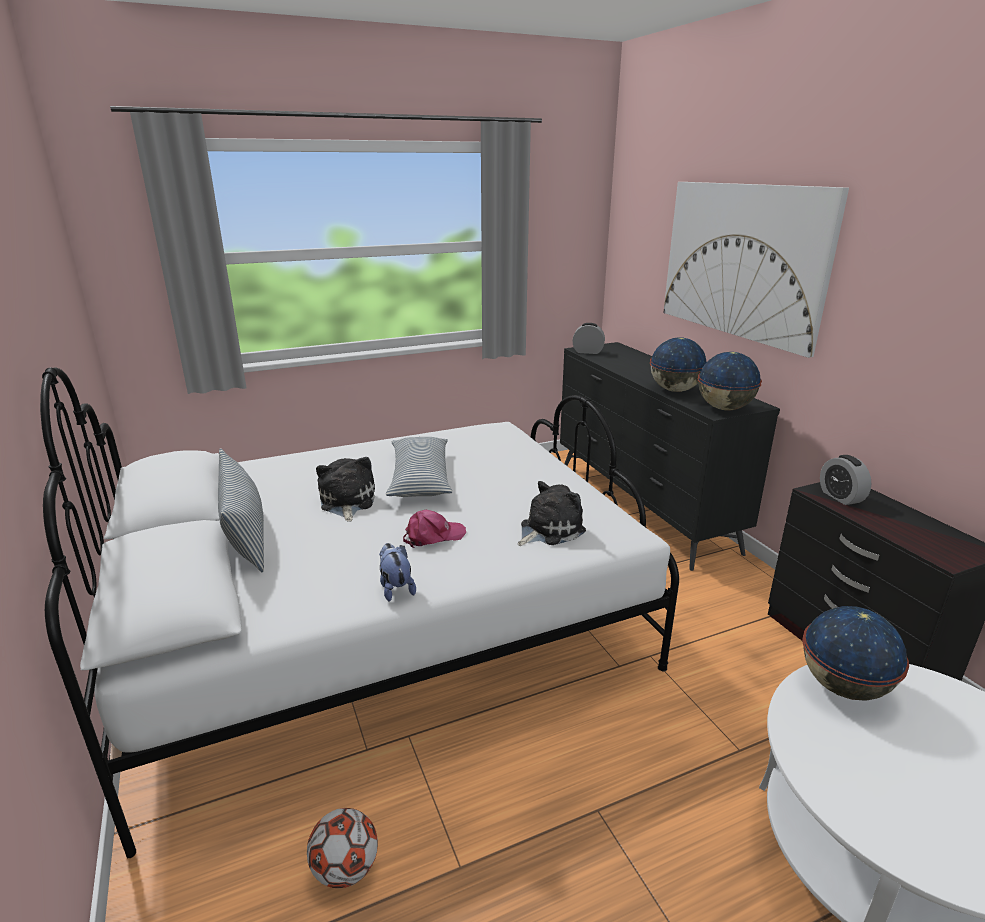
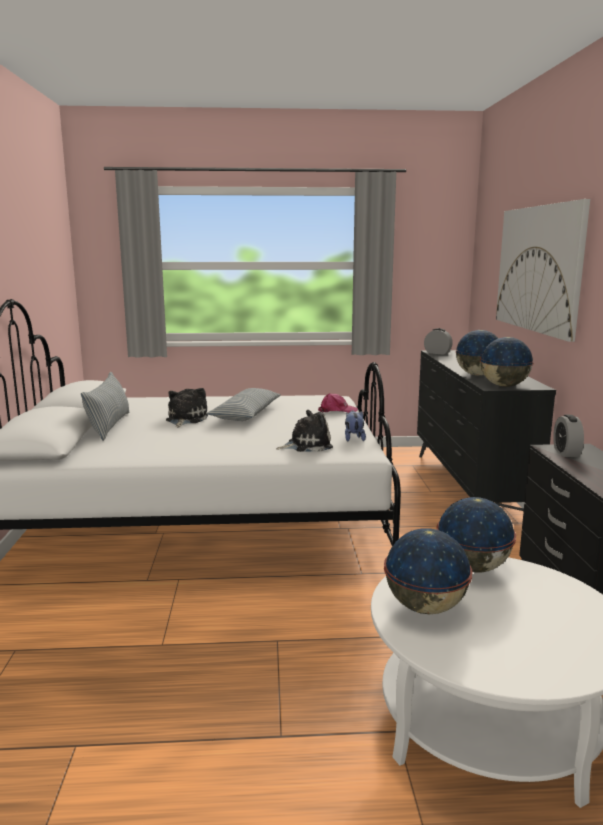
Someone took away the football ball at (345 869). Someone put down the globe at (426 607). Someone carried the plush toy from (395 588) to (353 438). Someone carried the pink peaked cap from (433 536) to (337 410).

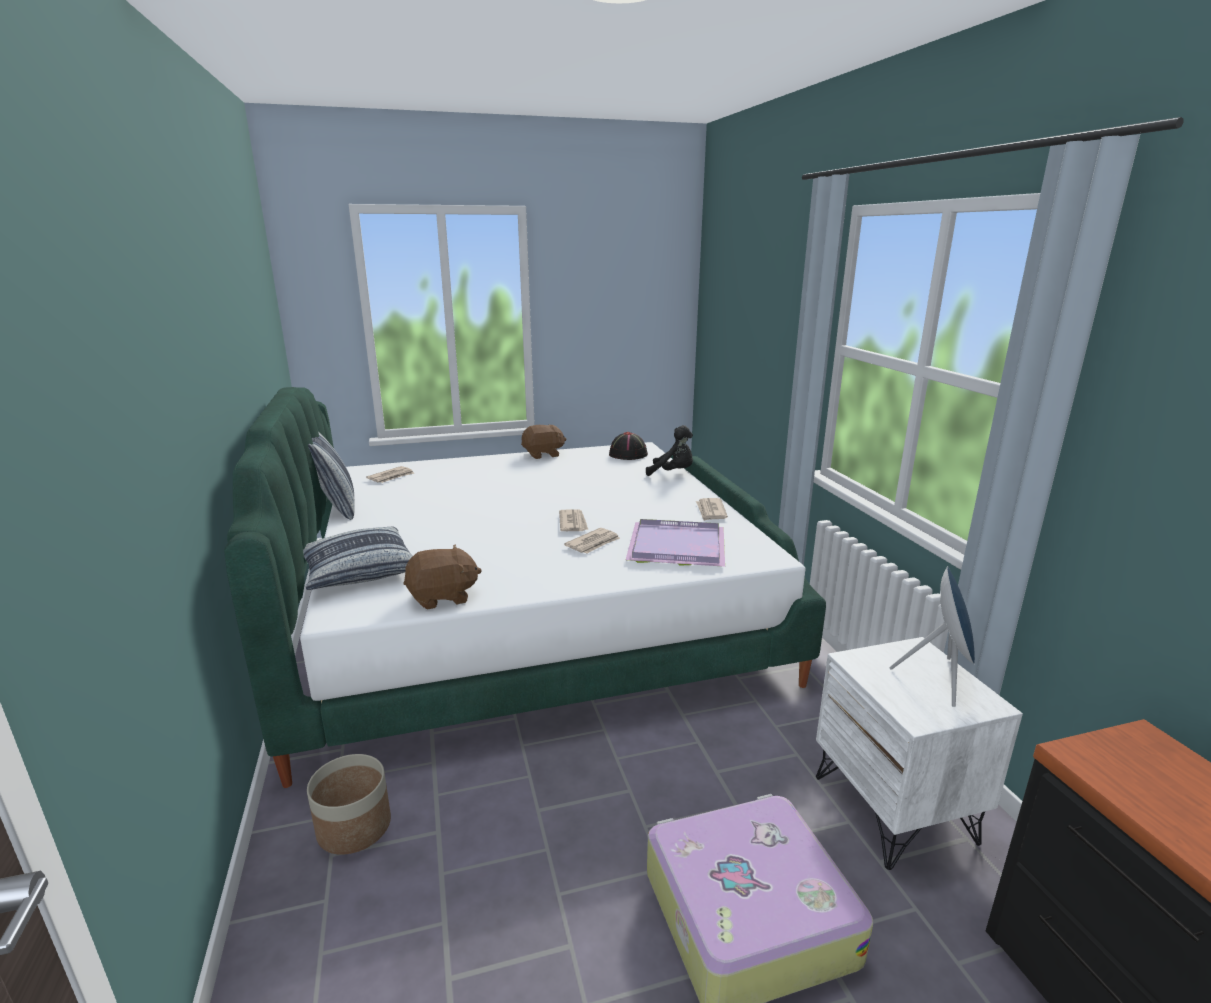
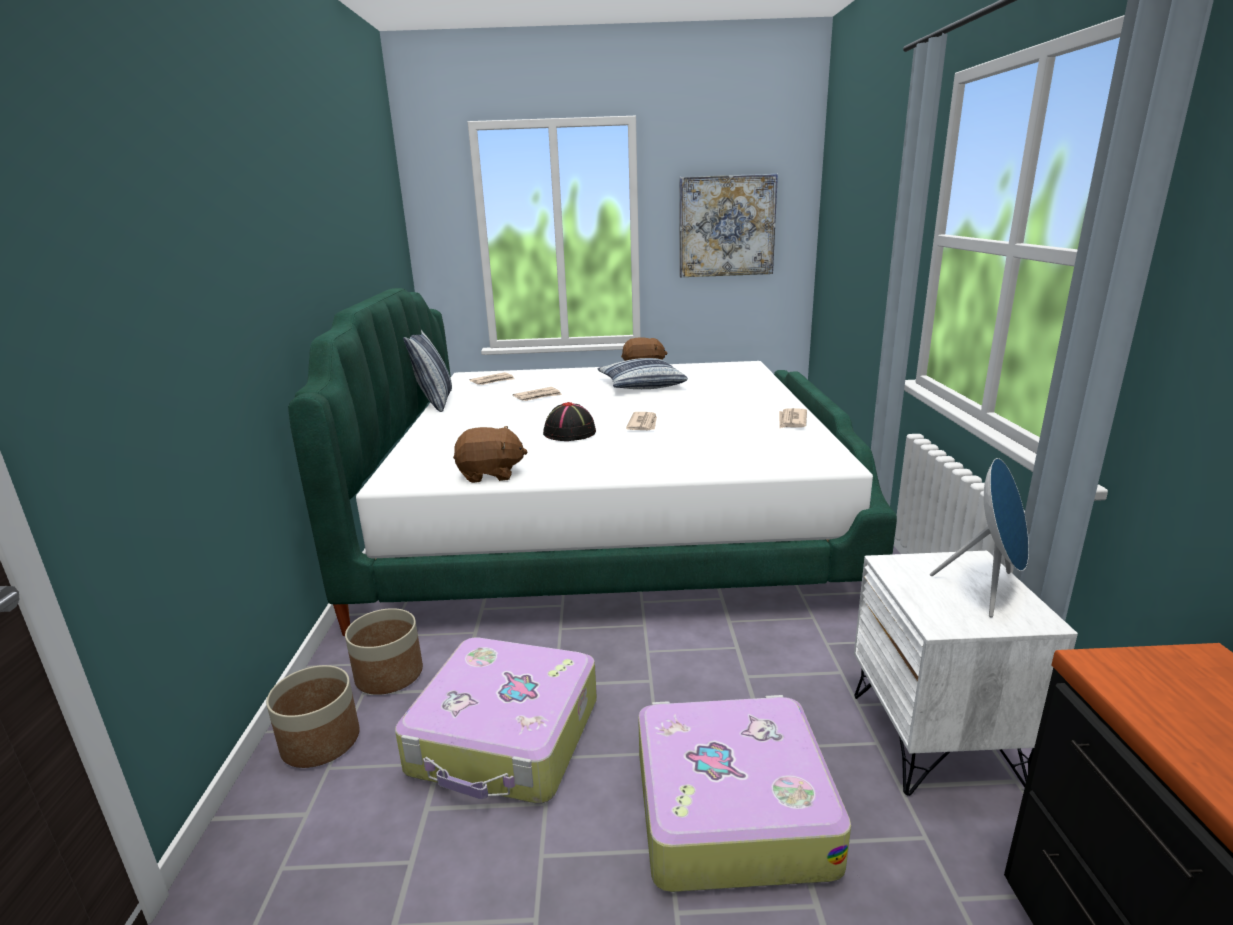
Someone took away the purple-coloured tray at (675 547). Someone took away the black plush toy at (672 473). Someone put down the planter at (320 741). Someone put down the piece of luggage at (506 737). Someone put up the wall picture at (726 226). Someone carried the cushion from (358 570) to (641 384). Someone carried the newspaper from (593 543) to (538 396). Someone carried the black wearable hat from (628 454) to (570 433).

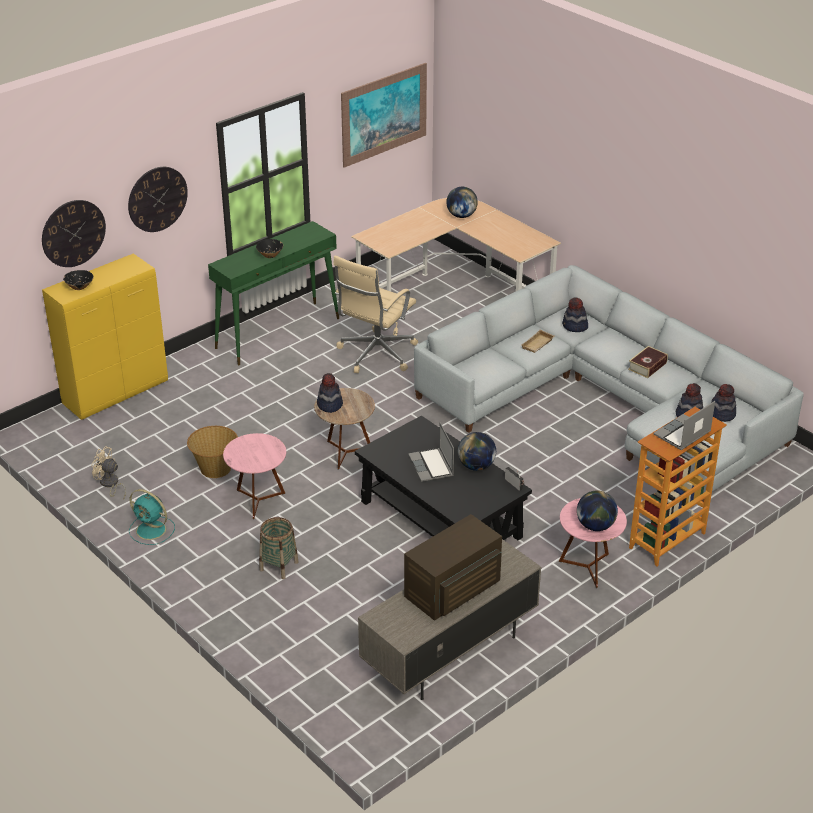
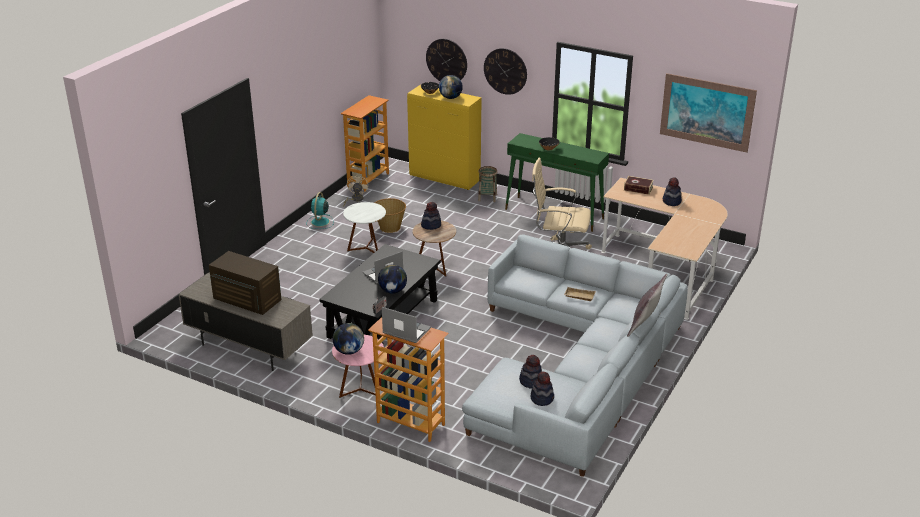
Someone put down the shelving unit at (368 180). Someone put down the greyish cushion at (645 325). Someone carried the storage basket from (279 566) to (487 197). Someone carried the globe from (461 216) to (450 97). Someone carried the wearable hat from (574 326) to (671 201). Someone carried the volume from (647 366) to (638 188). Someone repainted the pink side table at (258 500), which became the whitish side table at (366 248).

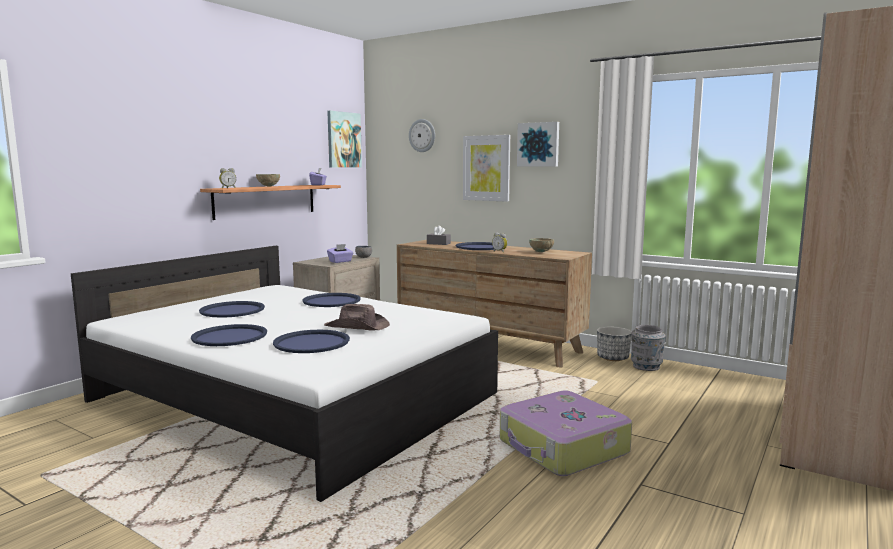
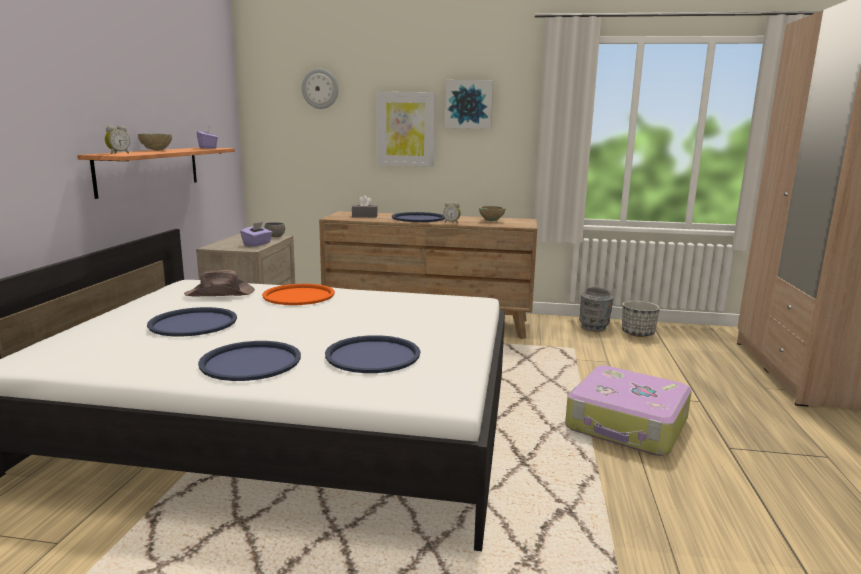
Someone took away the wall picture at (343 140). Someone carried the brown-coloured wearable hat from (357 327) to (220 294). Someone carried the planter from (612 358) to (637 333). Someone repainted the blue tray at (331 301), which became the orange-coloured tray at (298 295).

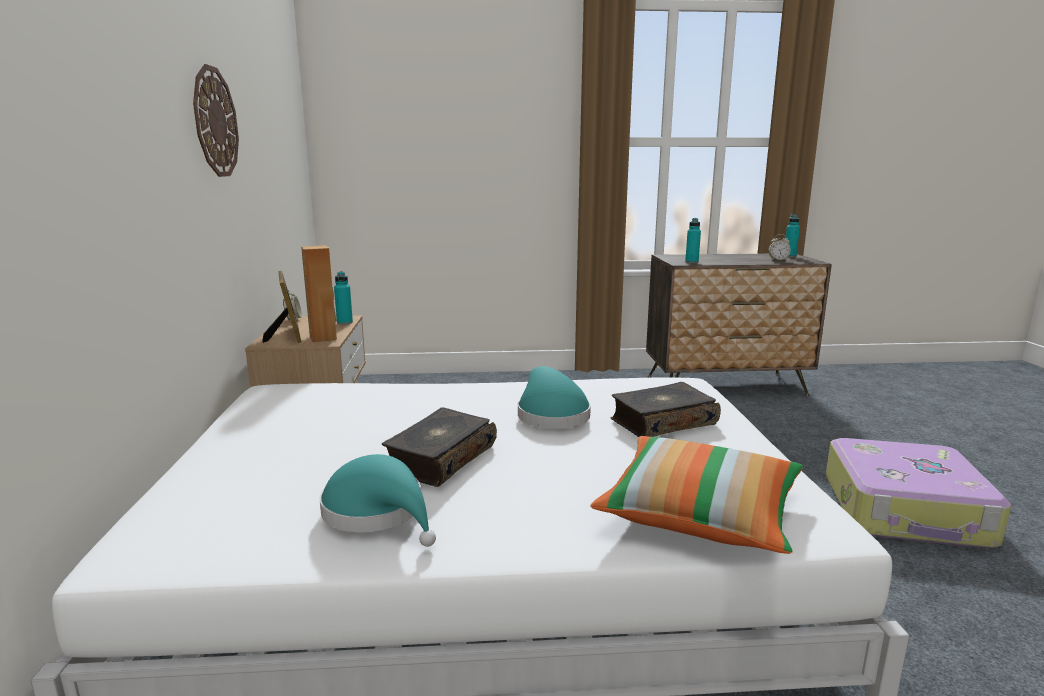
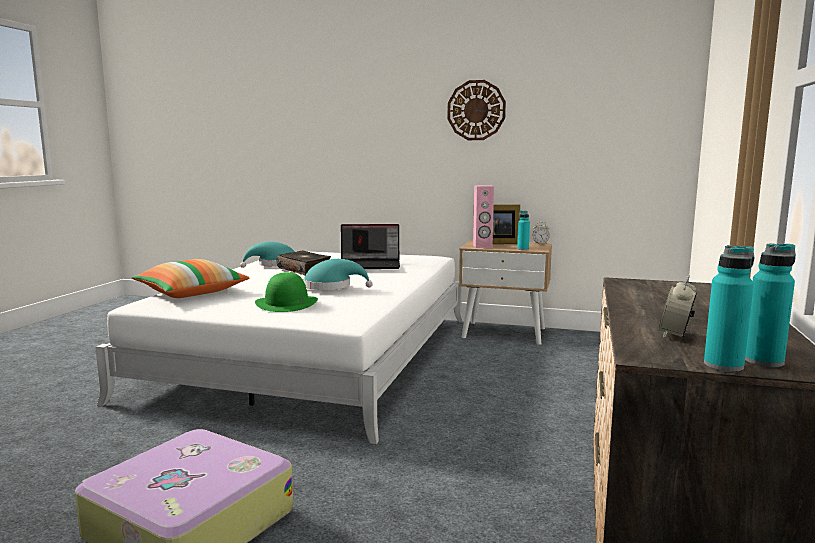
Someone put down the portable computer at (371 265). Someone carried the turquoise beverage bottle from (691 262) to (723 365). Someone swapped the volume at (662 422) for the green wearable hat at (287 303). Someone repainted the brown-coloured audio speaker at (323 337), which became the pink audio speaker at (482 246).

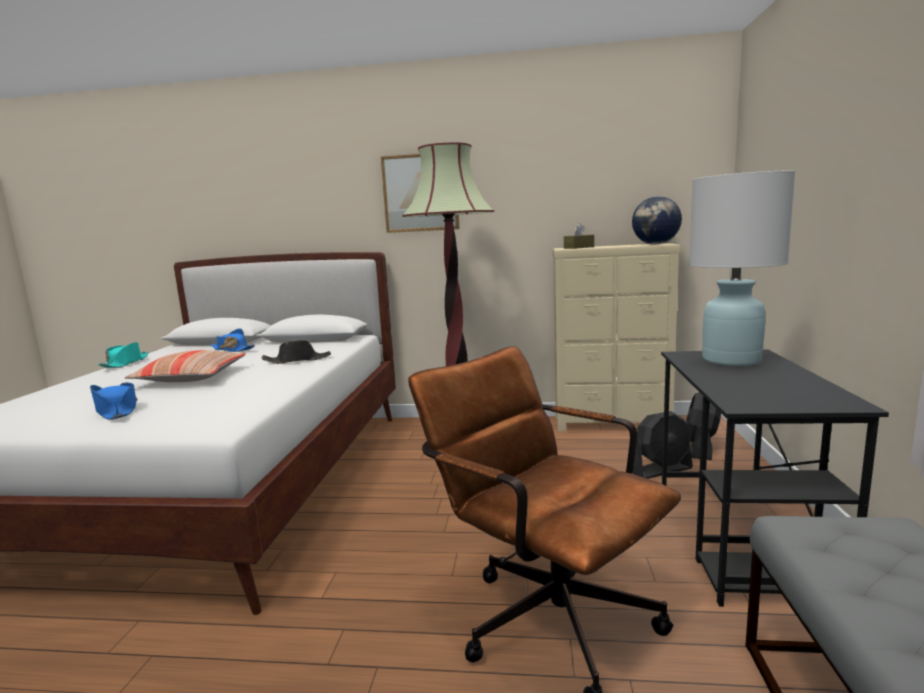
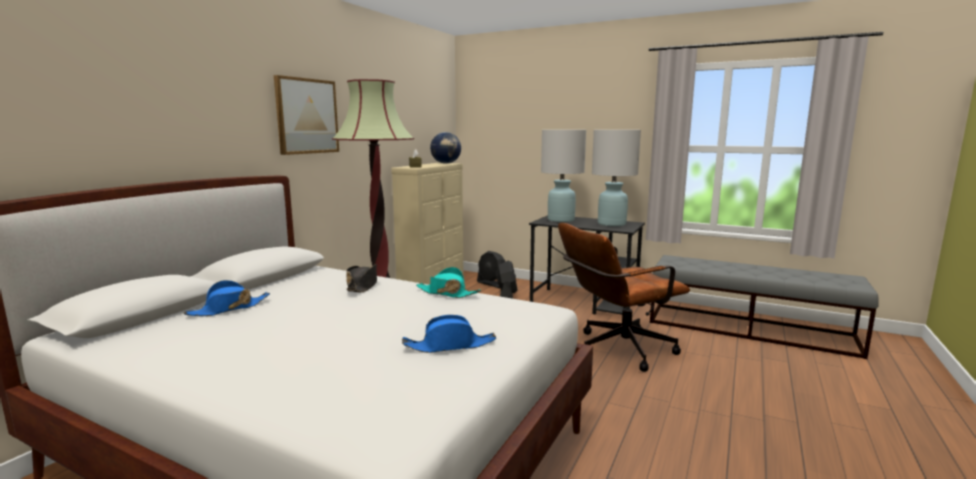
Someone took away the cushion at (191 377). Someone put down the whitish table lamp at (611 224). Someone carried the turquoise wearable hat from (125 363) to (447 293).

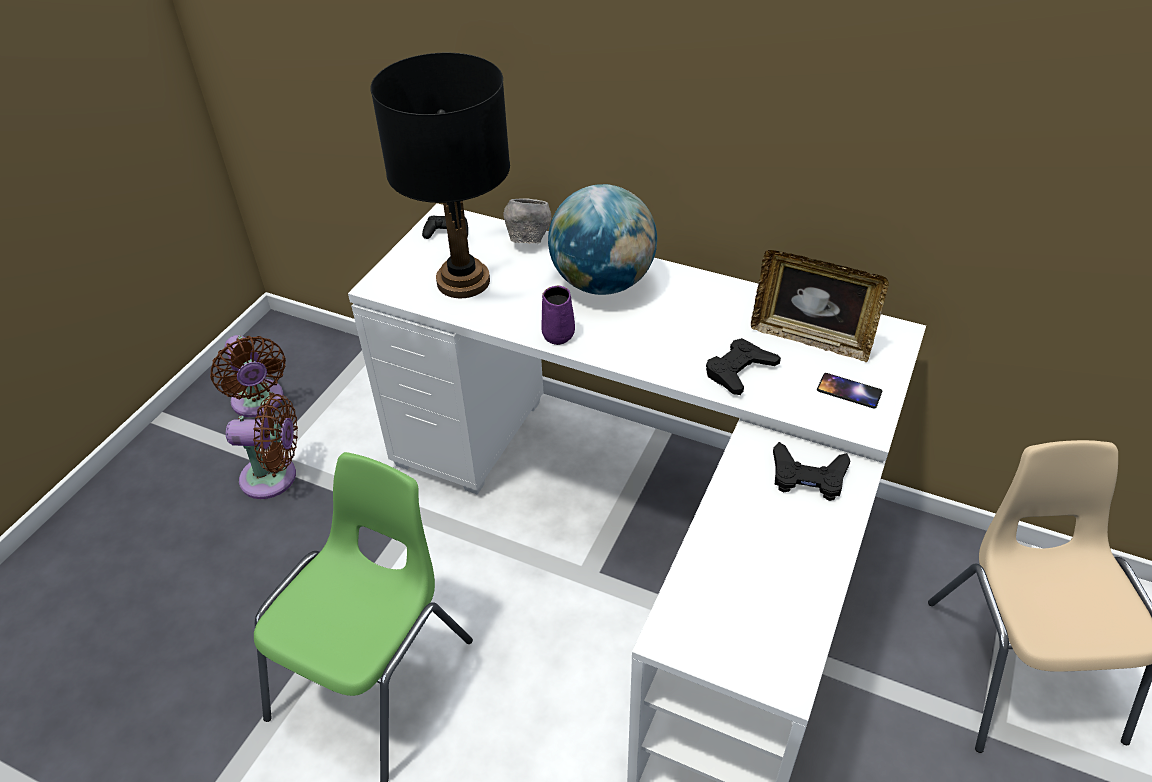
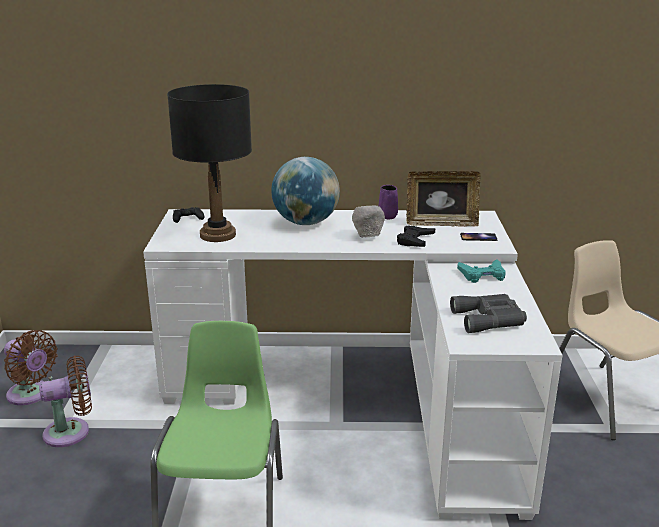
Someone put down the greyish pair of binoculars at (490 319). Someone carried the greyish bowl from (528 241) to (368 236). Someone carried the purple-coloured coffee mug from (559 333) to (387 216). Someone repainted the black game controller at (808 477), which became the turquoise game controller at (482 275).

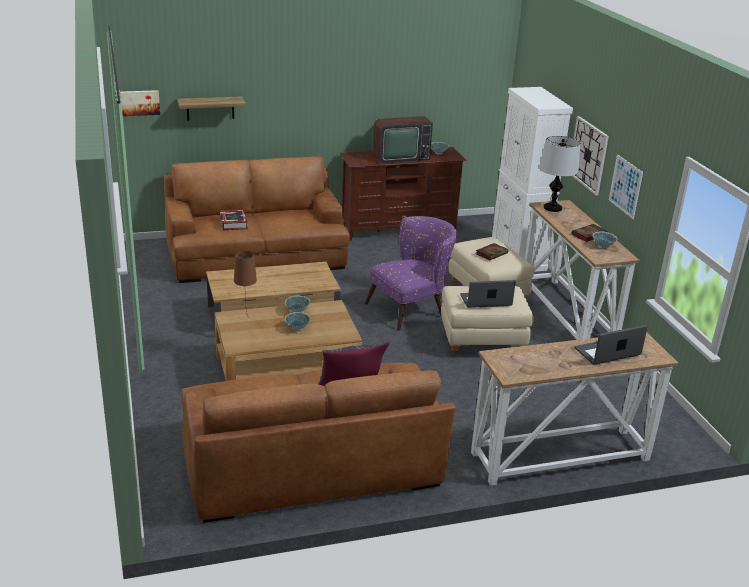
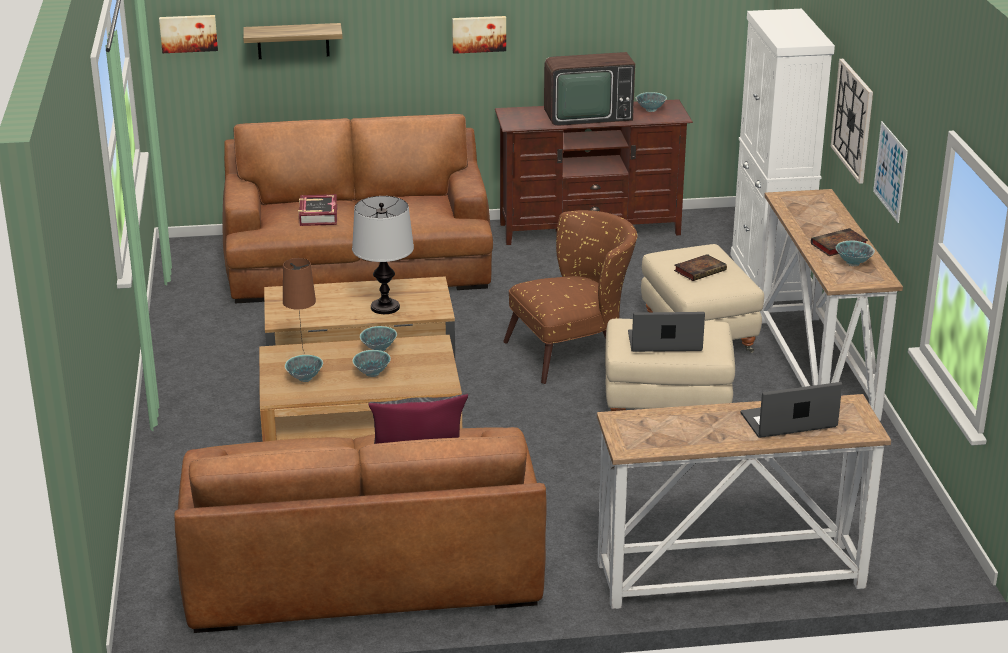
Someone put down the bowl at (305 378). Someone put up the wall picture at (479 33). Someone carried the table lamp from (552 208) to (385 307). Someone repainted the purple-coloured lounge chair at (411 308), which became the brown-coloured lounge chair at (573 352).

